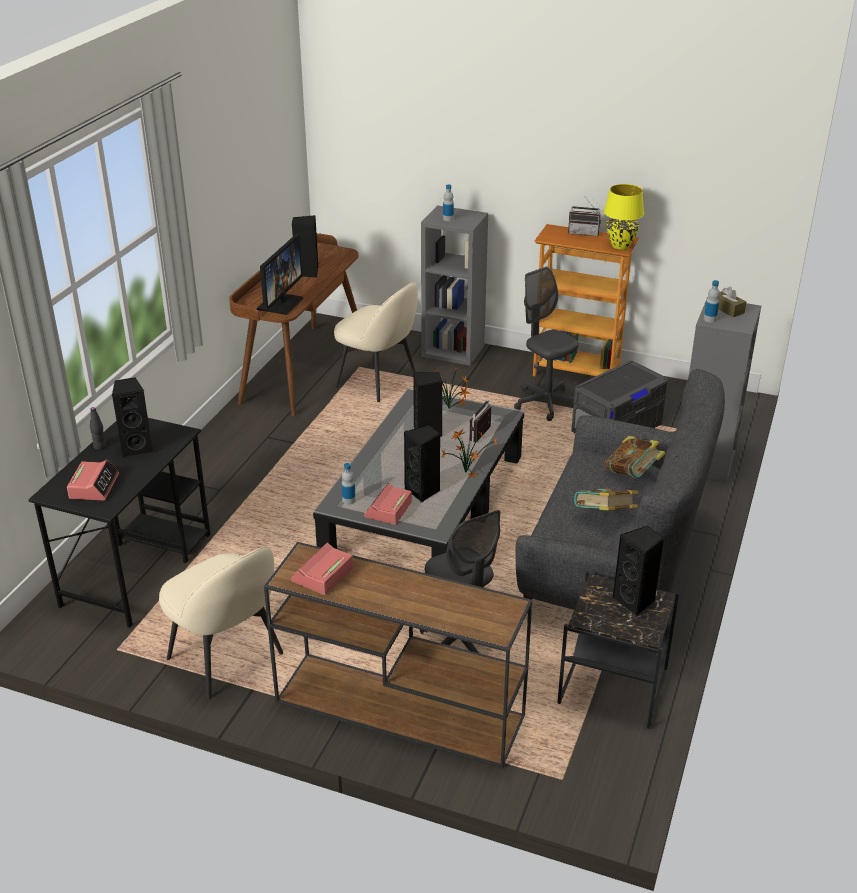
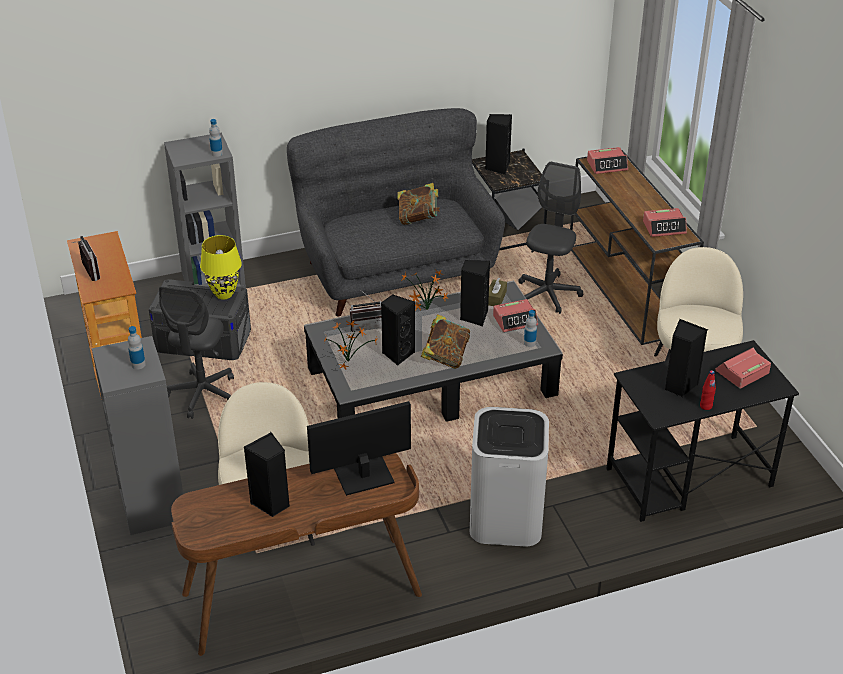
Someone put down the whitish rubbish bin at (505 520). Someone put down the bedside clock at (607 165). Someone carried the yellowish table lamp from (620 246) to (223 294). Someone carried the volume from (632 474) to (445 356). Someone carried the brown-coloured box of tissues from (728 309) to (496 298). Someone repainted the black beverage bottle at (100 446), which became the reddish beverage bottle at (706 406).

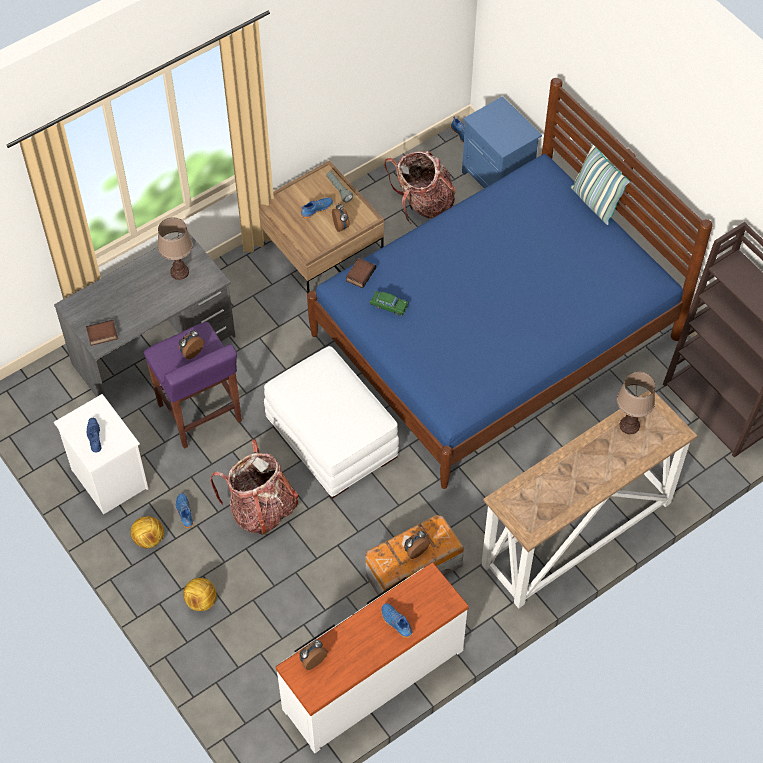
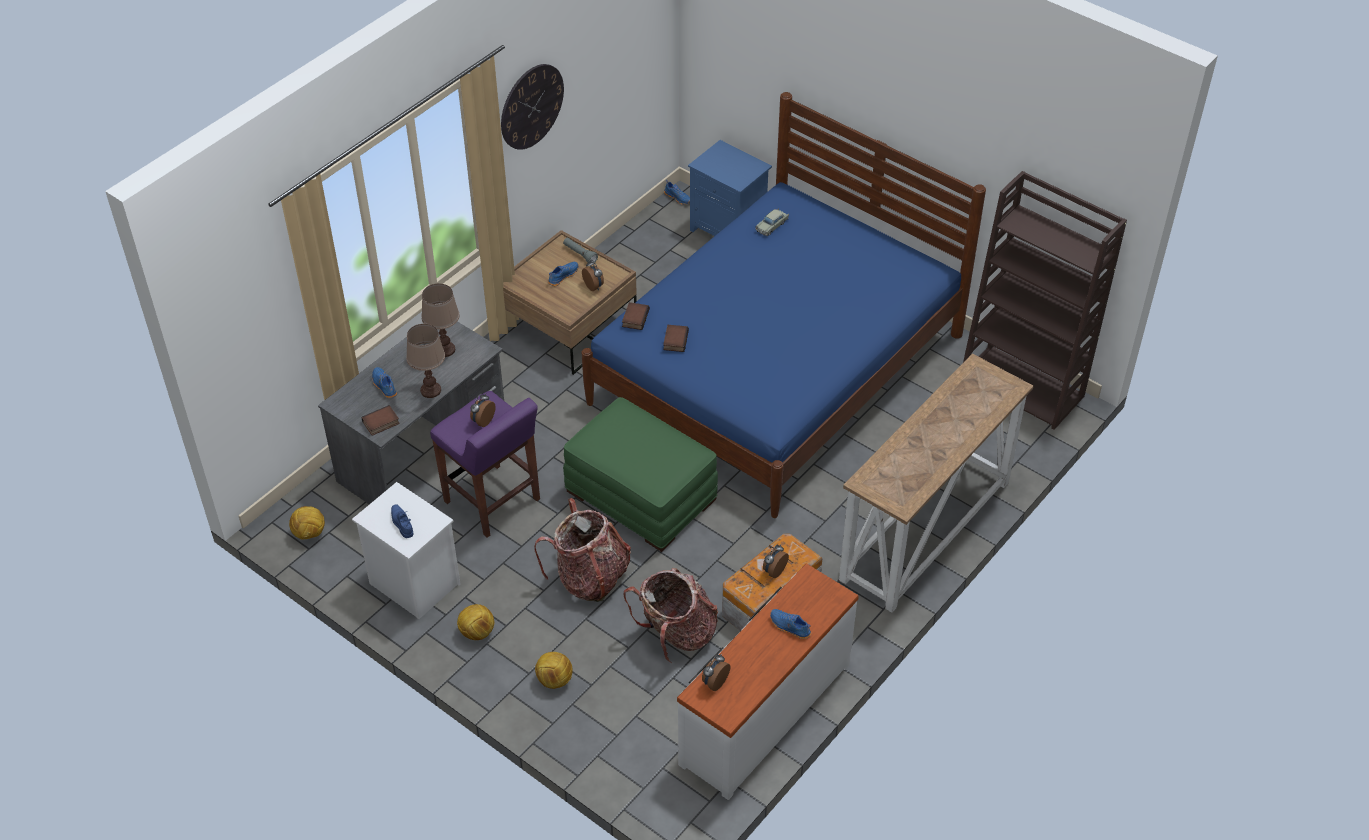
Someone took away the cushion at (594 203). Someone put down the football ball at (310 533). Someone put up the hanging clock at (531 106). Someone put down the sand-coloured toy car at (772 226). Someone carried the blue item of footwear from (184 512) to (384 386). Someone carried the backpack from (423 204) to (676 634). Someone carried the brown-coloured table lamp from (629 425) to (430 390). Someone swapped the green toy car at (389 305) for the volume at (675 340). Someone repainted the whitish footrest at (332 437), which became the green footrest at (641 495).

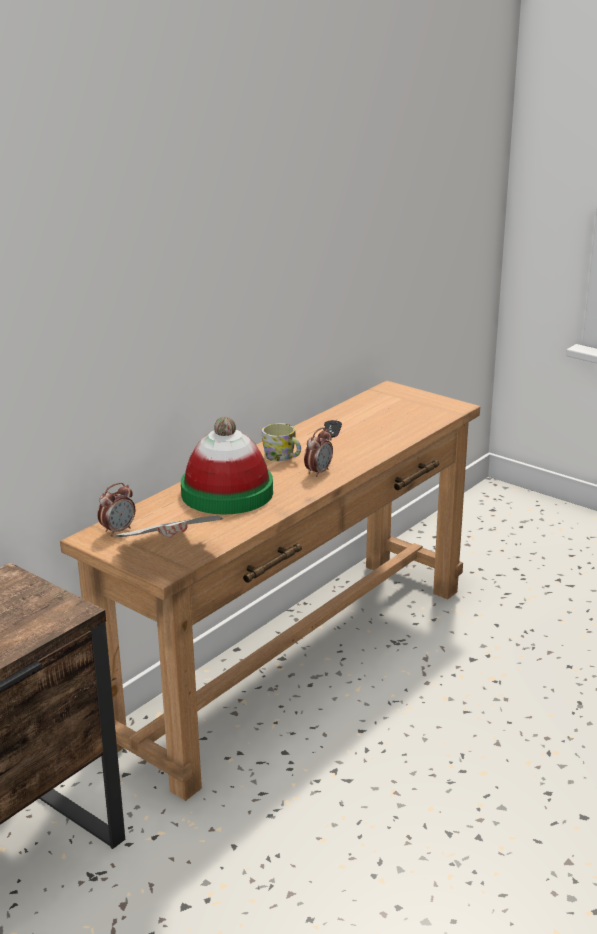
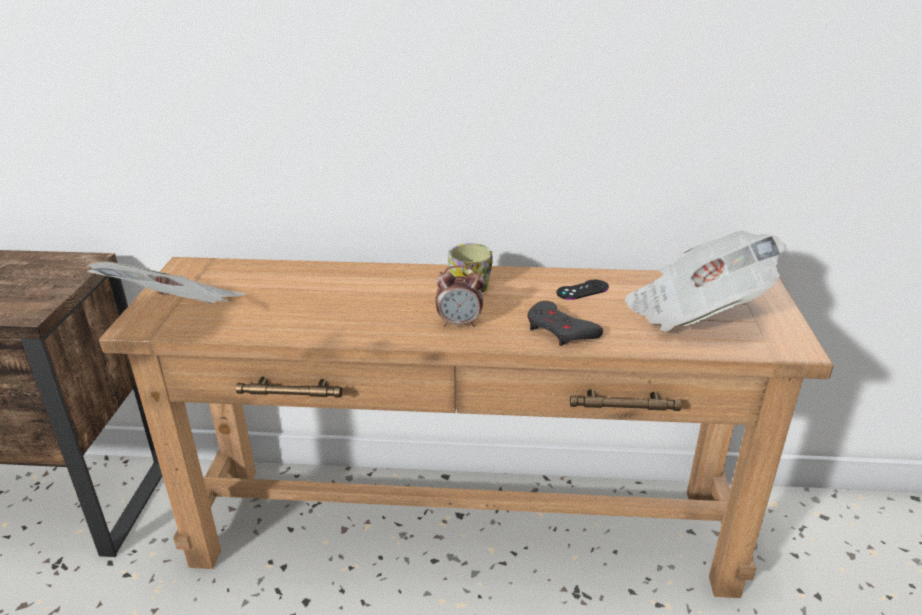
Someone took away the bedside clock at (118 530). Someone took away the wearable hat at (227 493). Someone put down the greyish game controller at (560 330). Someone put down the newspaper at (695 311).

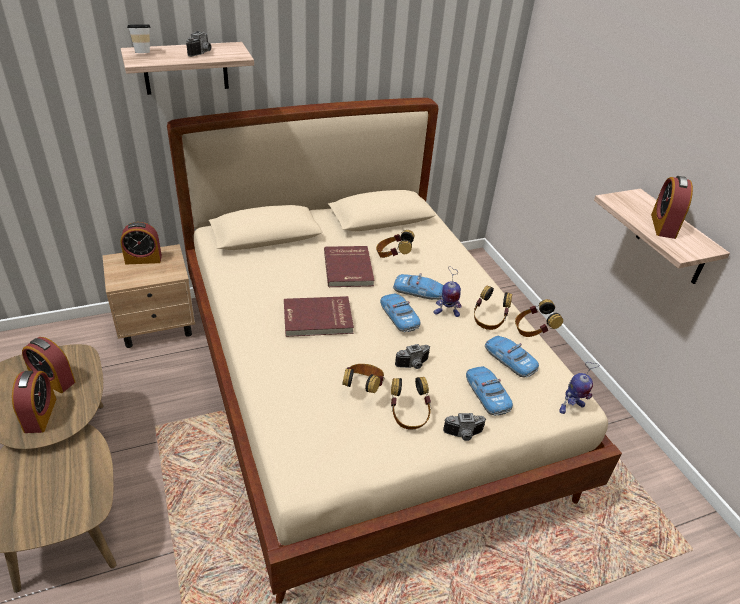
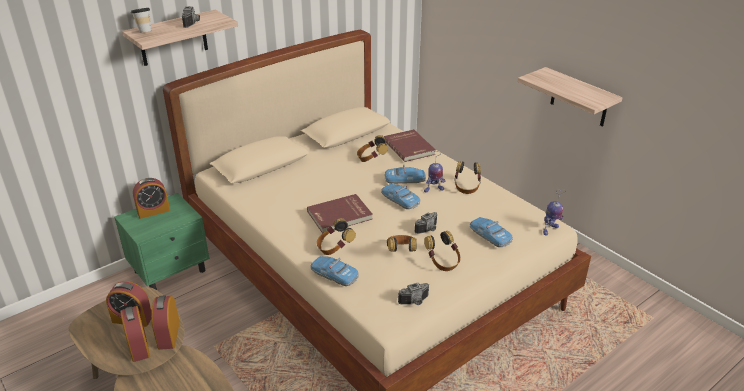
Someone carried the reddish volume from (349 268) to (410 147). Someone carried the still camera from (464 435) to (415 302). Someone carried the toy car from (509 360) to (334 275). Someone carried the headset from (533 331) to (334 248). Someone carried the bedside clock from (663 226) to (168 335). Someone repainted the sand-coloured nightstand at (158 326), which became the green nightstand at (171 271).

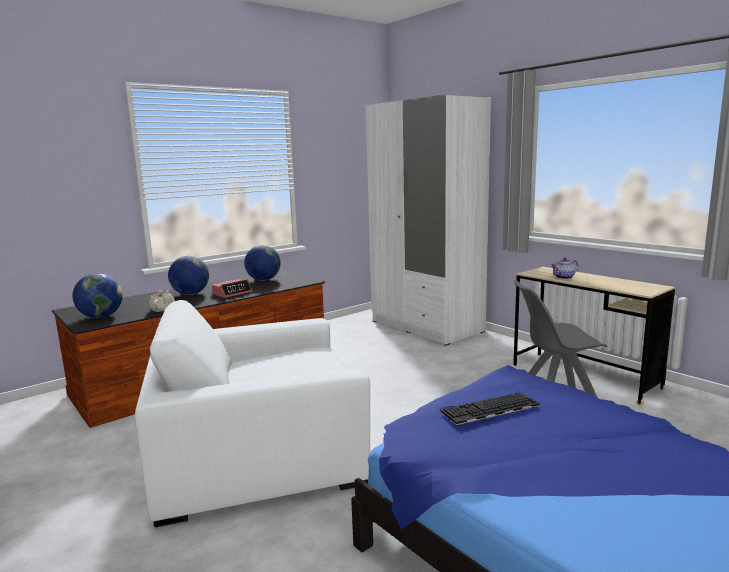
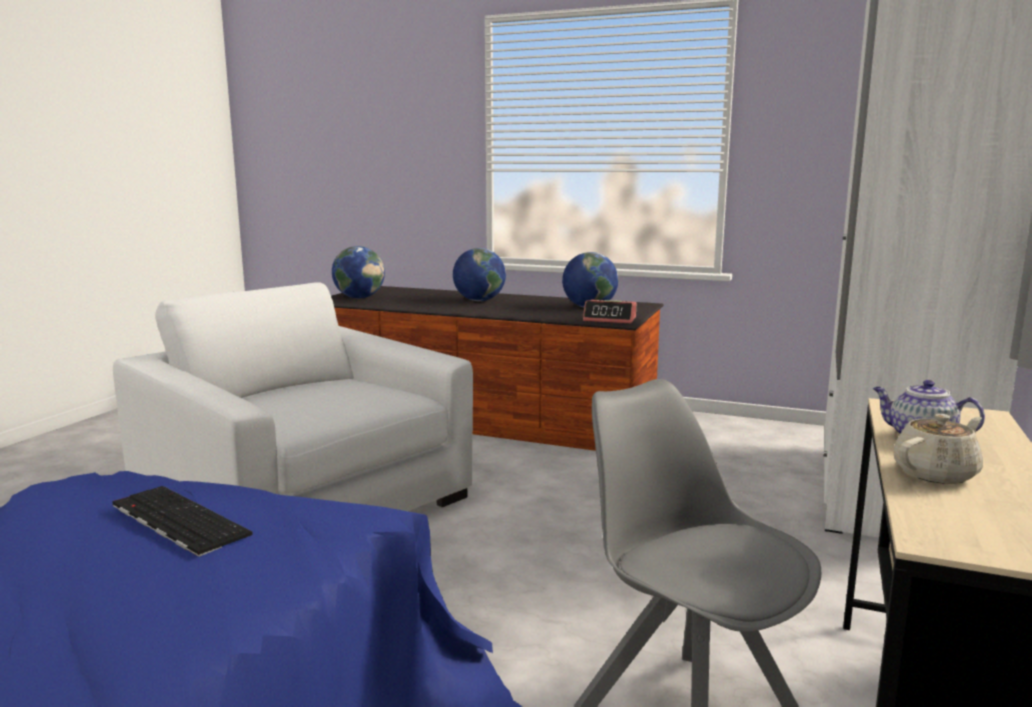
Someone carried the sand-coloured teapot from (163 309) to (936 473). Someone carried the bedside clock from (232 293) to (610 319).

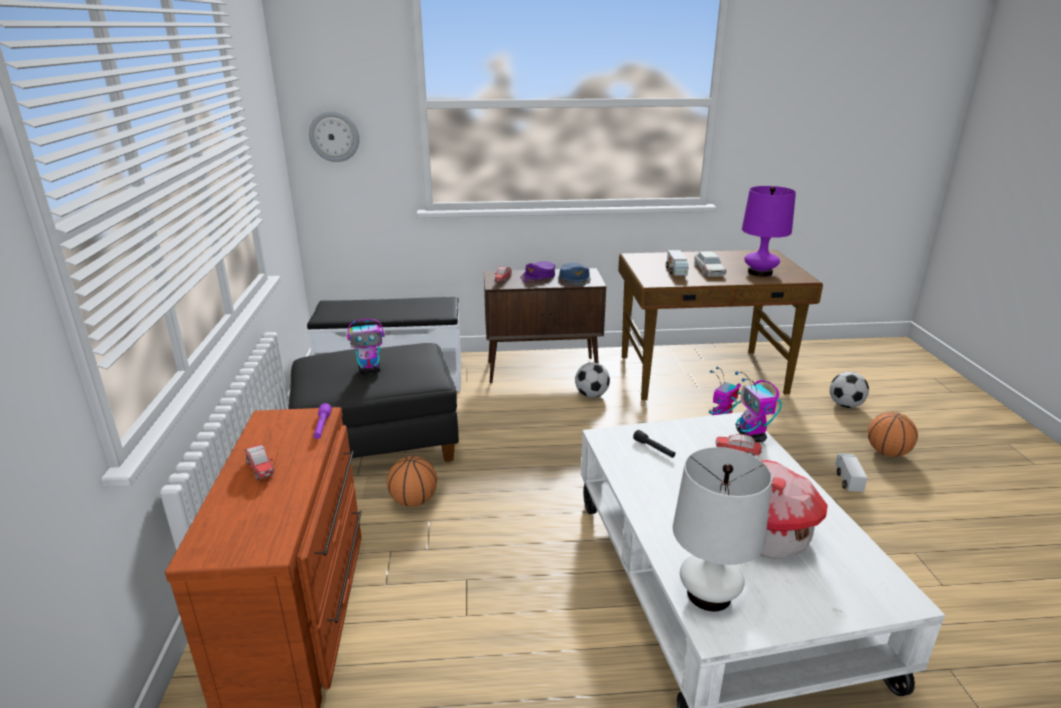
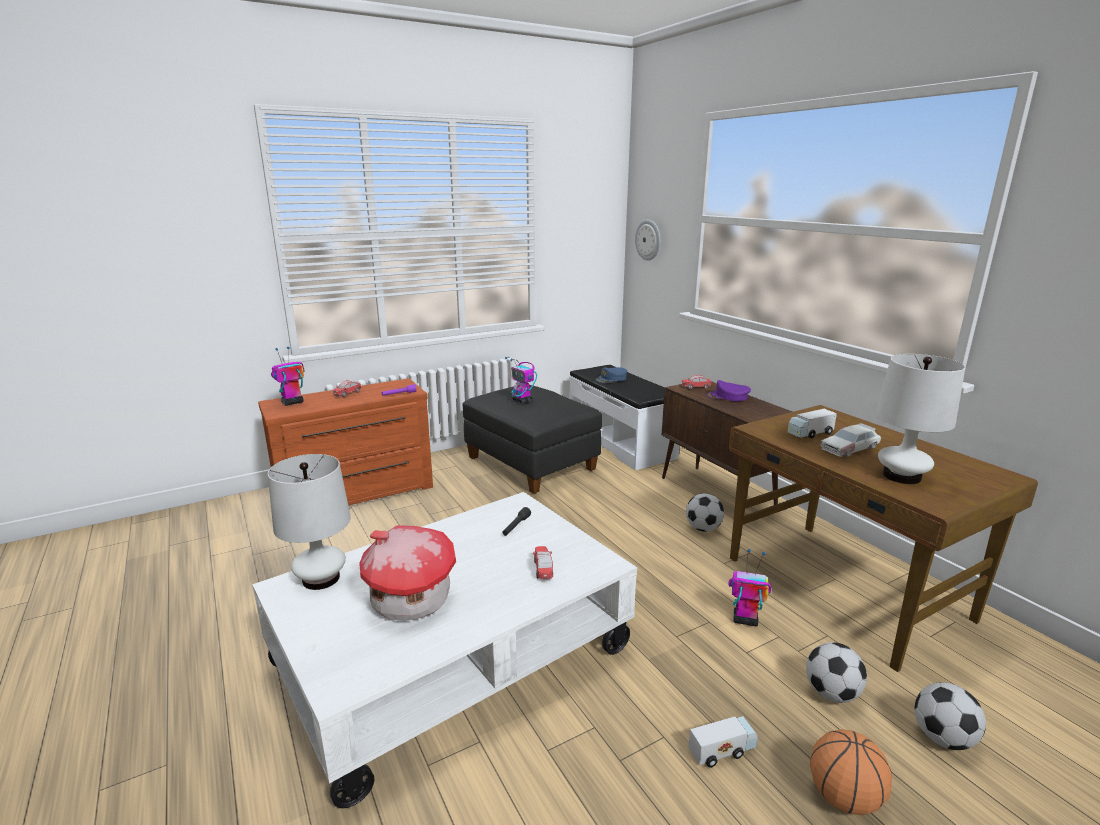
Someone took away the basketball ball at (414 501). Someone put down the football ball at (831 694). Someone carried the blue peaked cap from (575 278) to (611 379). Someone carried the robot figure from (751 437) to (292 403). Someone repainted the purple-coloured table lamp at (760 272), which became the whitish table lamp at (901 476).

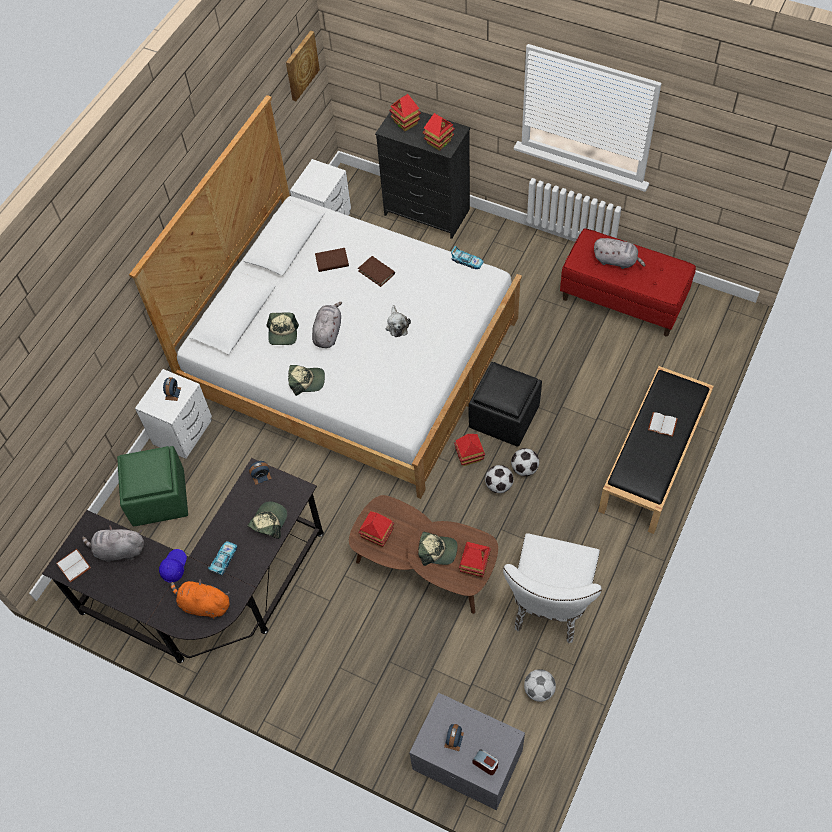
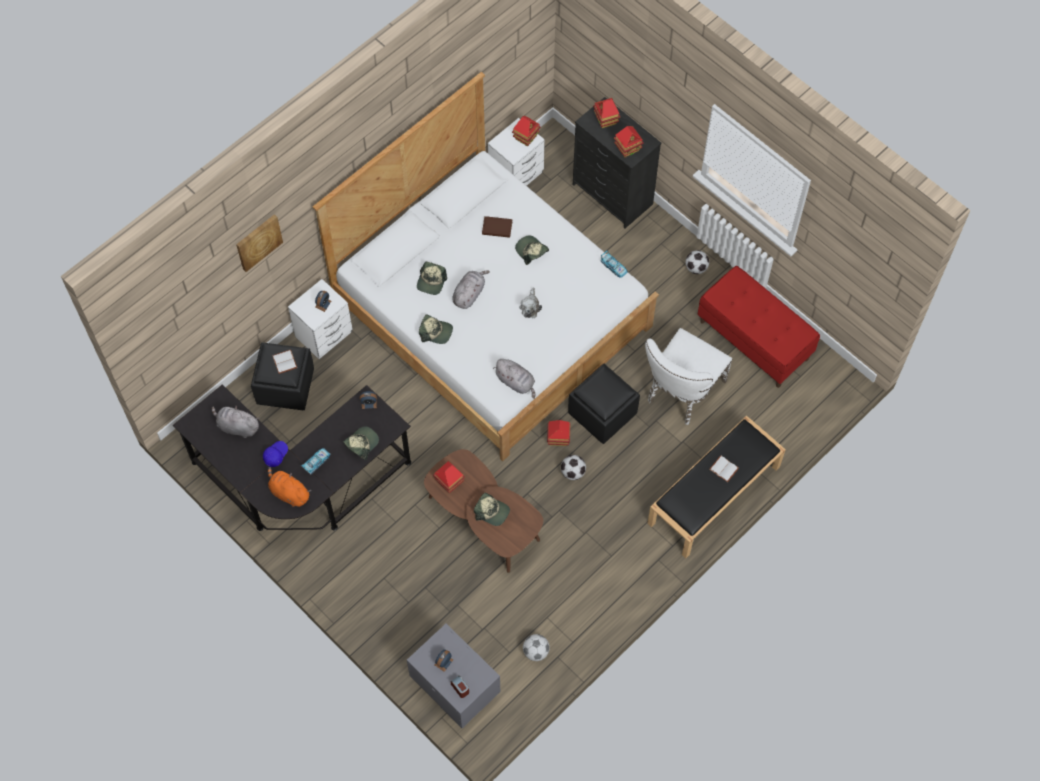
Someone carried the whitish volume from (75 565) to (285 362). Someone carried the wall picture from (301 65) to (258 242). Someone carried the miniature house from (474 566) to (526 137). Someone carried the whitish plain chair from (549 607) to (681 393). Someone carried the football ball from (524 468) to (696 268). Someone carried the greyish plush toy from (616 261) to (516 382). Someone swapped the brown-coloured volume at (376 272) for the peaked cap at (531 251). Someone repainted the green footrest at (159 498), which became the black footrest at (286 387).

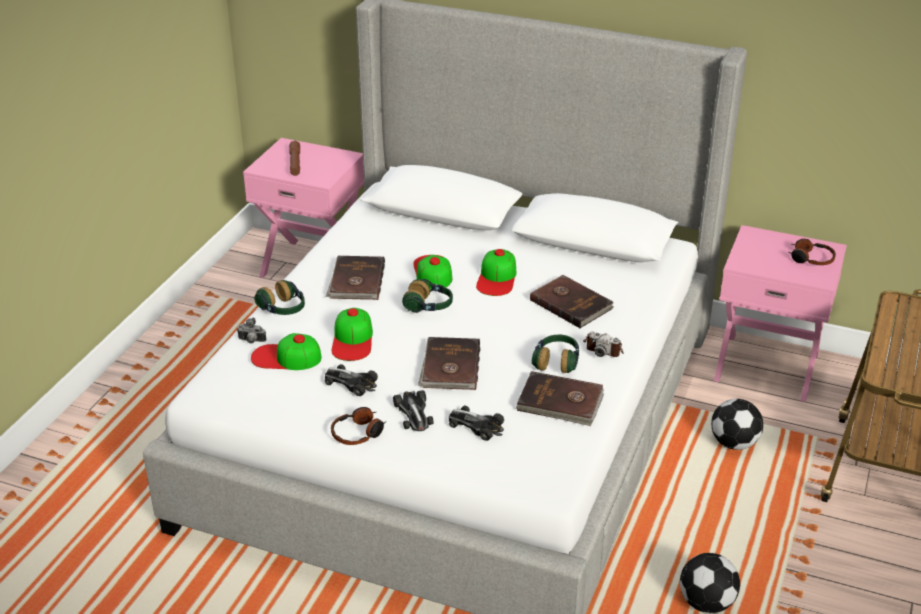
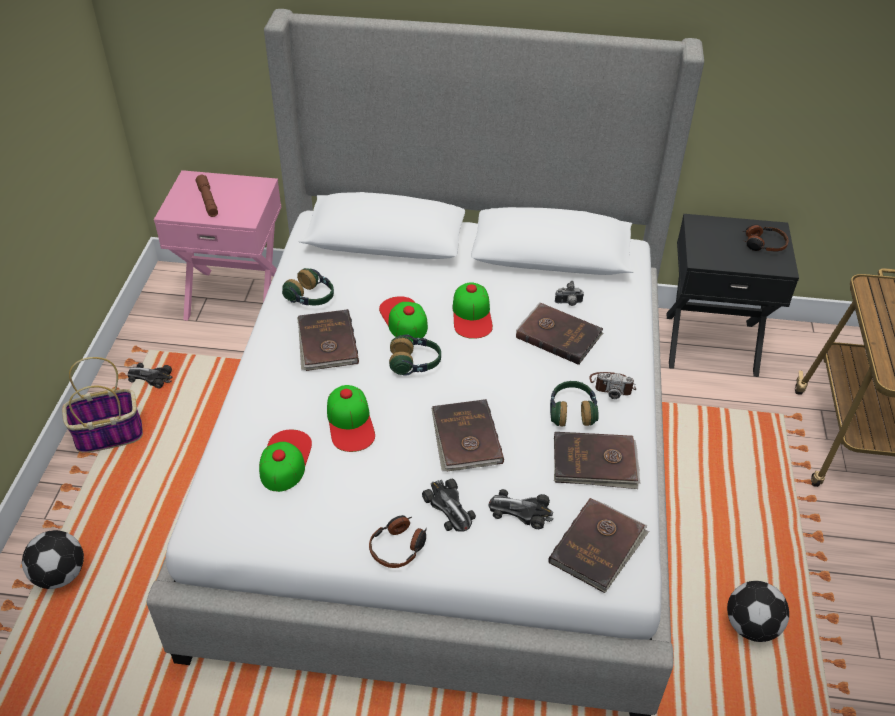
Someone put down the storage basket at (107 435). Someone put down the brown-coloured volume at (598 547). Someone carried the still camera from (251 341) to (568 303). Someone carried the headset from (283 309) to (311 298). Someone carried the toy car from (351 383) to (150 377). Someone carried the football ball from (733 442) to (60 574). Someone repainted the pink nightstand at (767 366), which became the black nightstand at (711 343). Someone rotated the peaked cap at (286 357) by 105 degrees clockwise.

